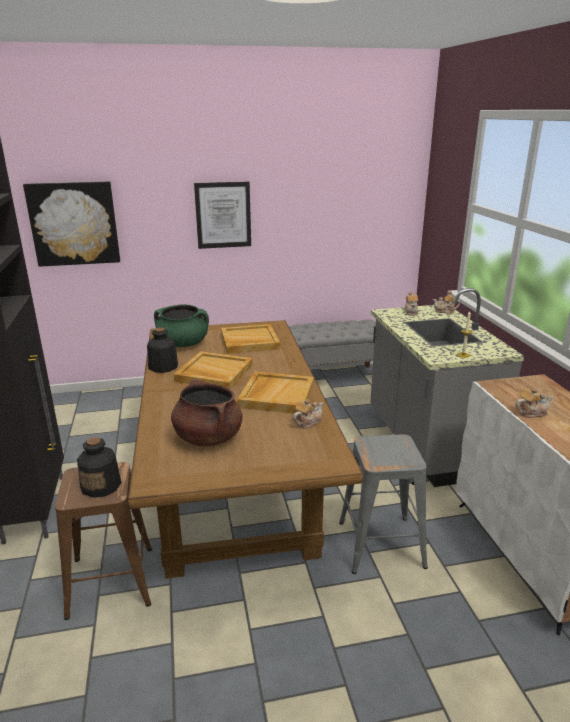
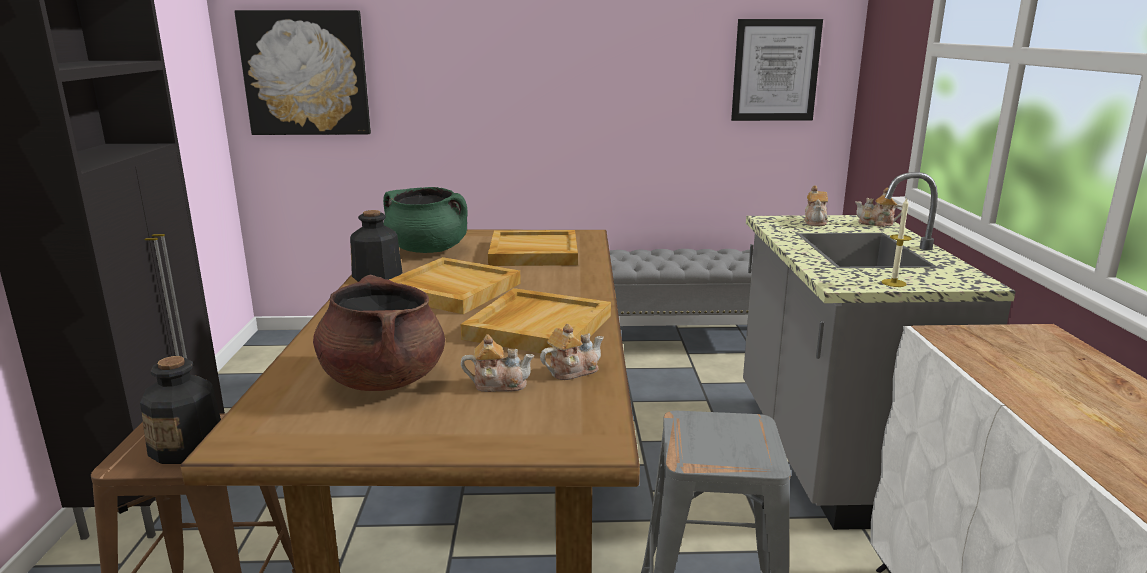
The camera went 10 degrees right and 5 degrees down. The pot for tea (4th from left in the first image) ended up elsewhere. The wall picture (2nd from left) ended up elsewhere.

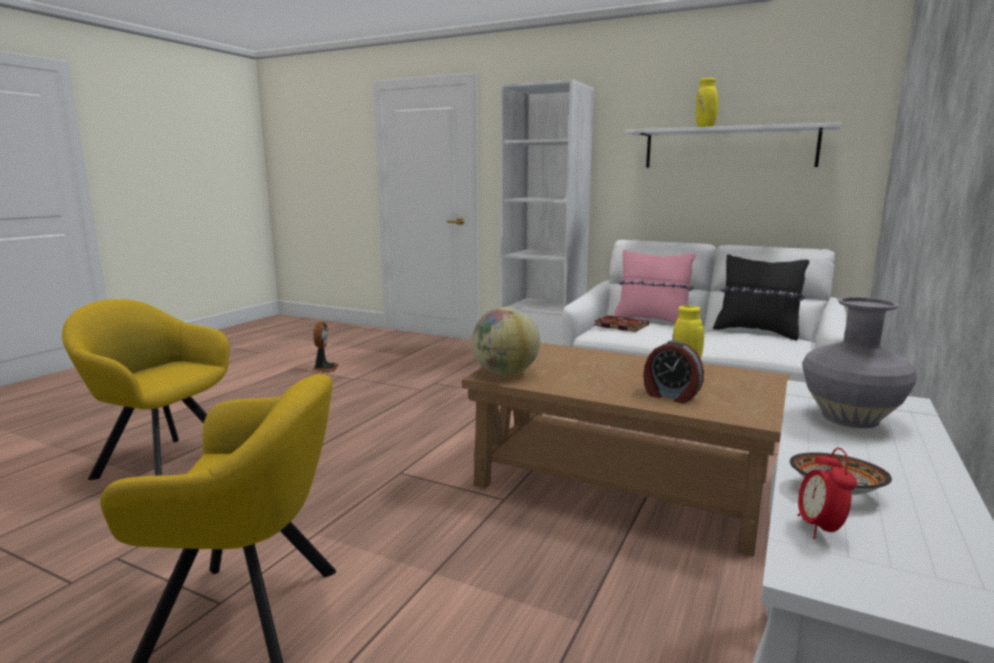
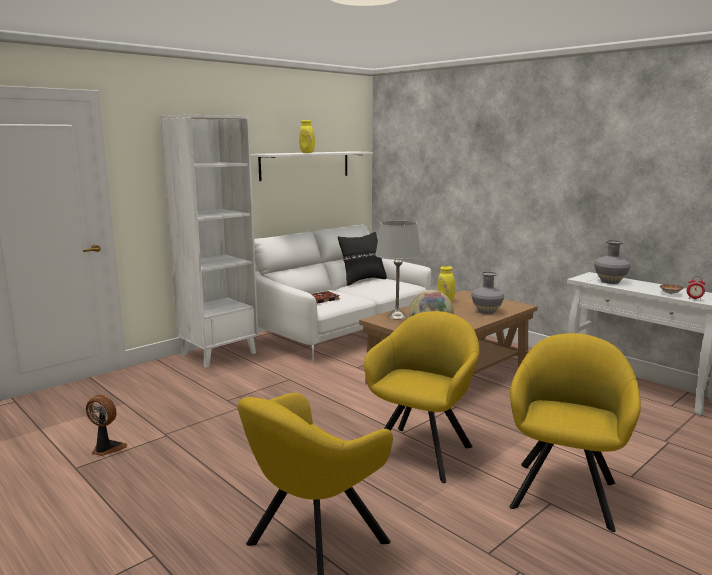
The camera went 70 degrees left and 0 degrees up. The second view gained the yellowish lounge chair (2nd from left). The second view gained the greyish lamp for a table. Where the table clock (1st from left) stood, the greyish vase (1st from left) came to stand. The second view lost the pink cushion.

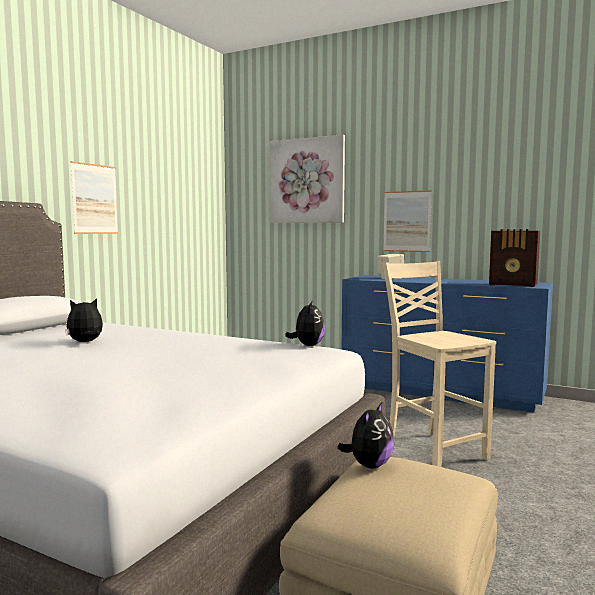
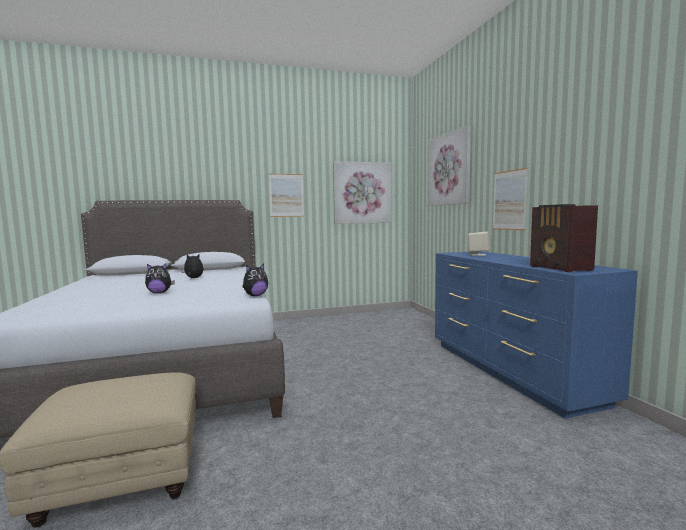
The camera went 45 degrees right and 0 degrees up. The cuddly toy (3rd from left in the first image) ended up elsewhere. The second view gained the wall picture (2nd from left). The second view lost the beige chair.

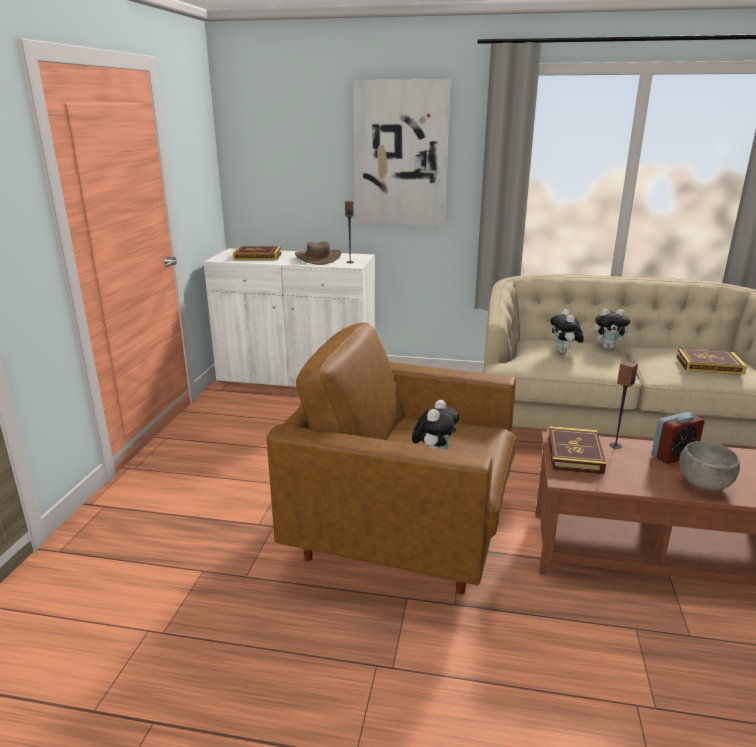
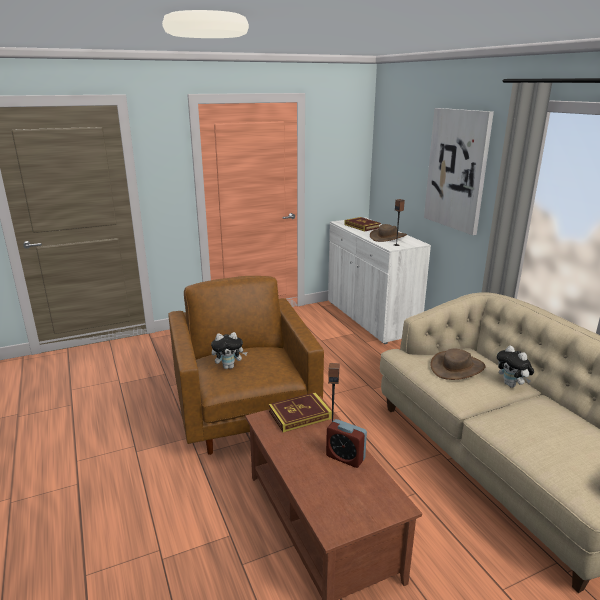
The camera went 55 degrees right and 0 degrees up. Where the cuddly toy (2nd from left) stood, the brown-coloured clothing hat (2nd from left) came to stand. The second view lost the book (3rd from left). The second view lost the greyish deep dish.

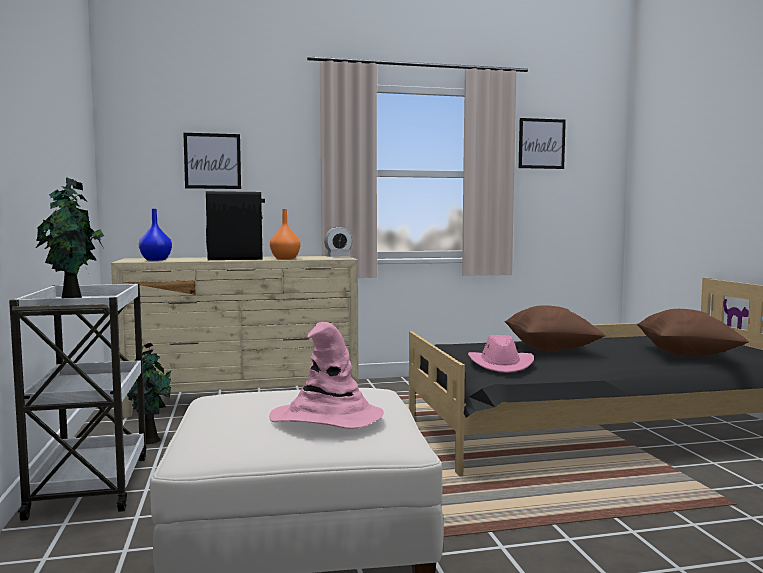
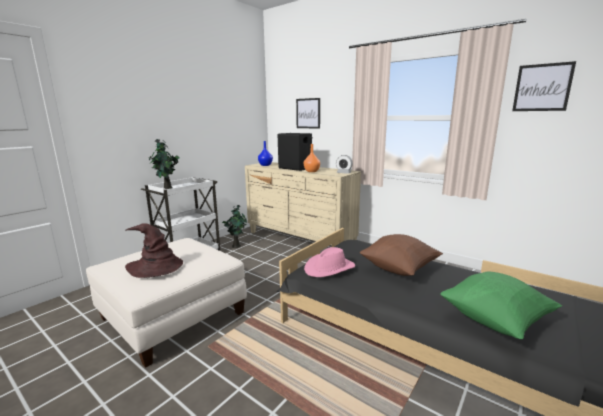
The camera went 50 degrees right and 10 degrees up. What was the pink clothing hat (1st from left) turned into the brown-coloured clothing hat. What was the brown-coloured cushion (2nd from left) turned into the green cushion.

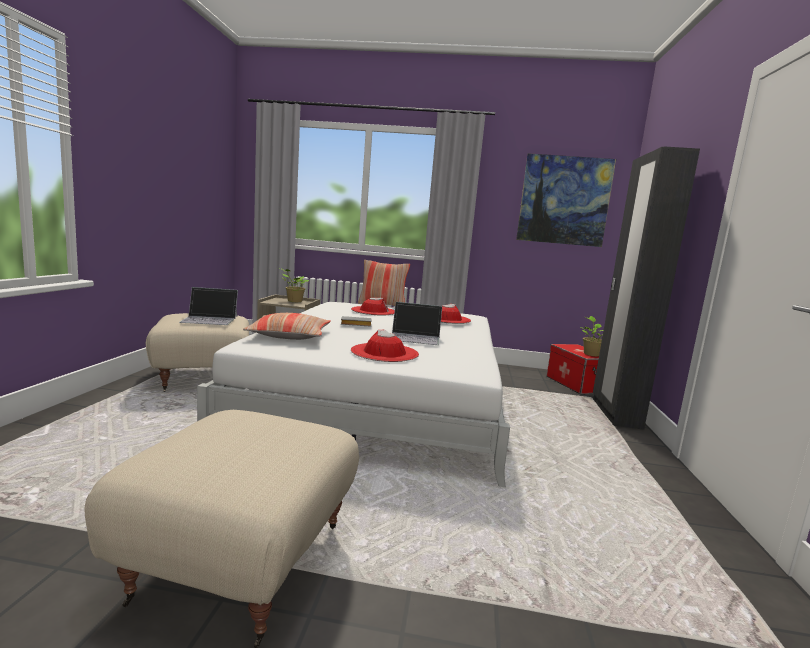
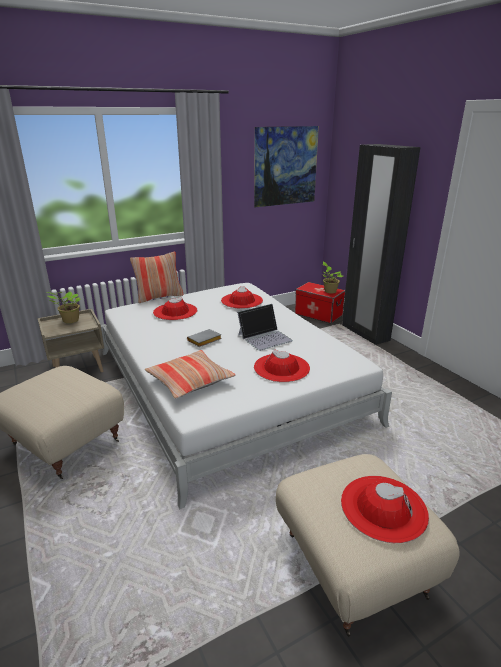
The camera went 35 degrees left and 15 degrees up. The second view gained the red clothing hat (4th from left). The second view lost the laptop (1st from left).

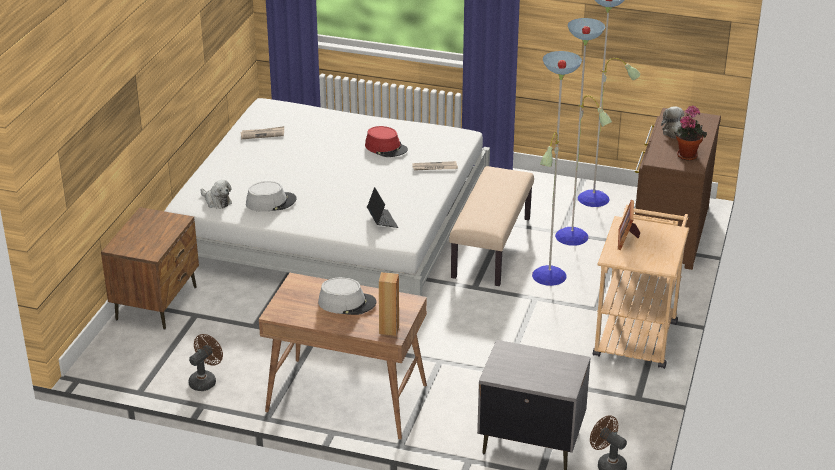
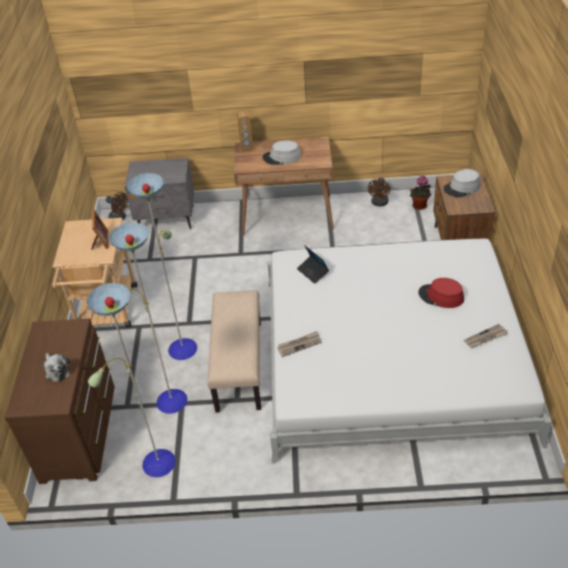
The camera went 165 degrees right and 10 degrees up. The houseplant ended up elsewhere. The red clothing hat ended up elsewhere. The greyish clothing hat (1st from left in the first image) ended up elsewhere. The second view lost the cuddly toy (1st from left).

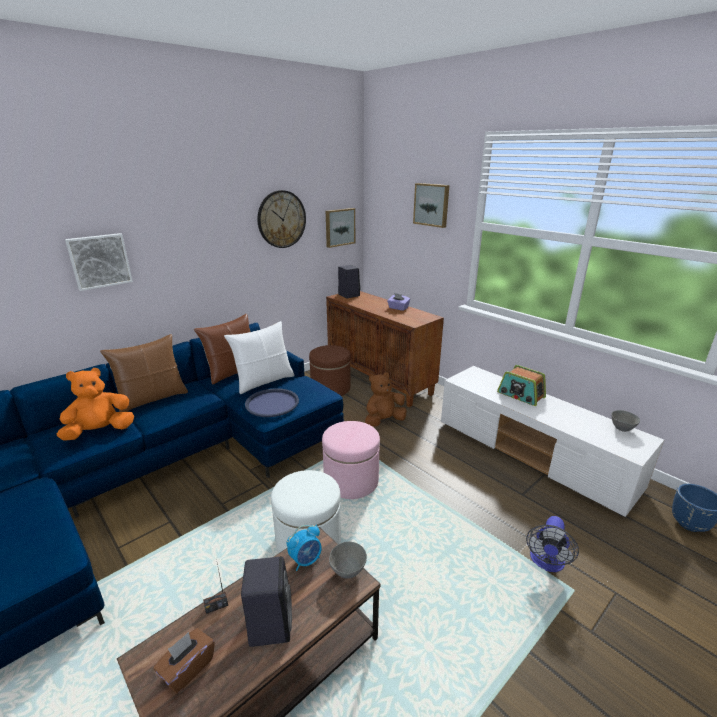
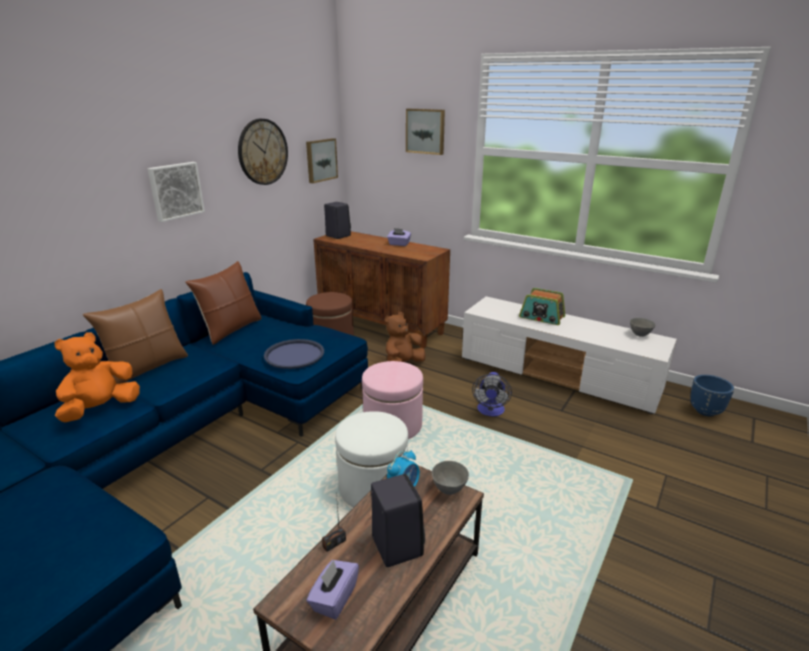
The camera went 15 degrees left and 0 degrees up. The wall picture (1st from left) ended up elsewhere. What was the brown-coloured box of tissues turned into the purple box of tissues (1st from left). The fan ended up elsewhere. The second view lost the white-coloured cushion.

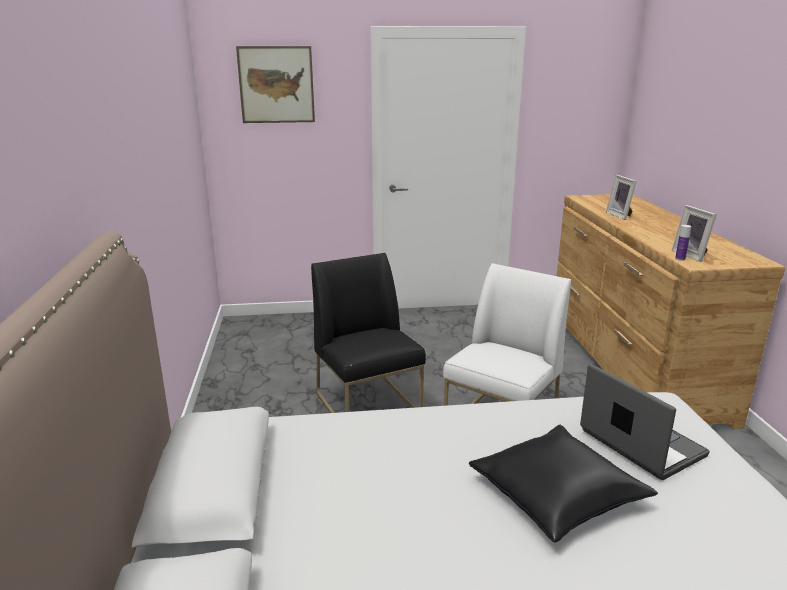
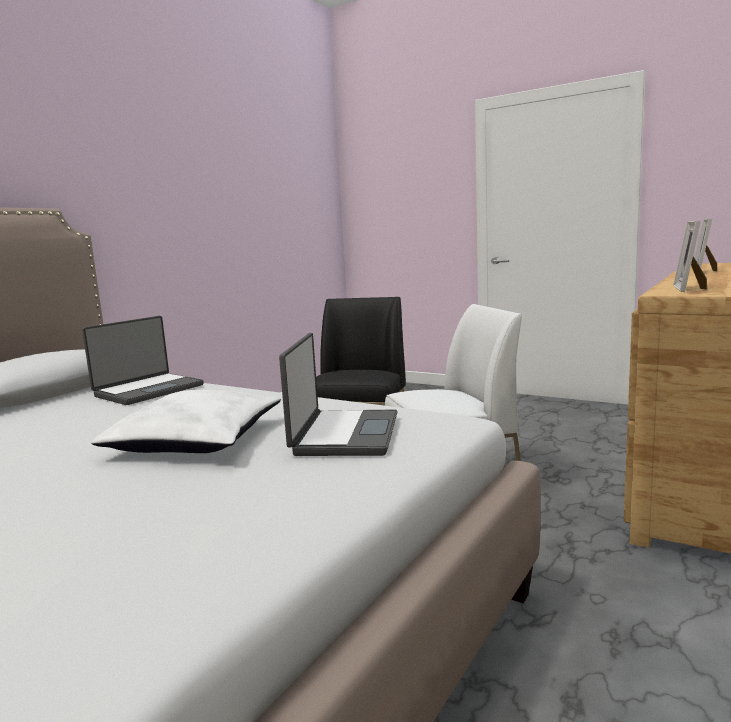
The camera went 40 degrees right and 10 degrees down. The second view gained the laptop (1st from left). What was the black-coloured cushion turned into the white-coloured cushion. The second view lost the wall picture. The second view lost the beverage bottle.

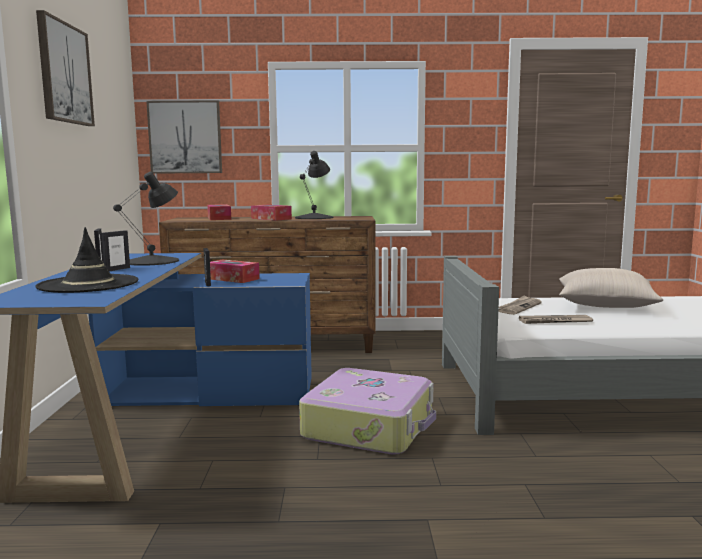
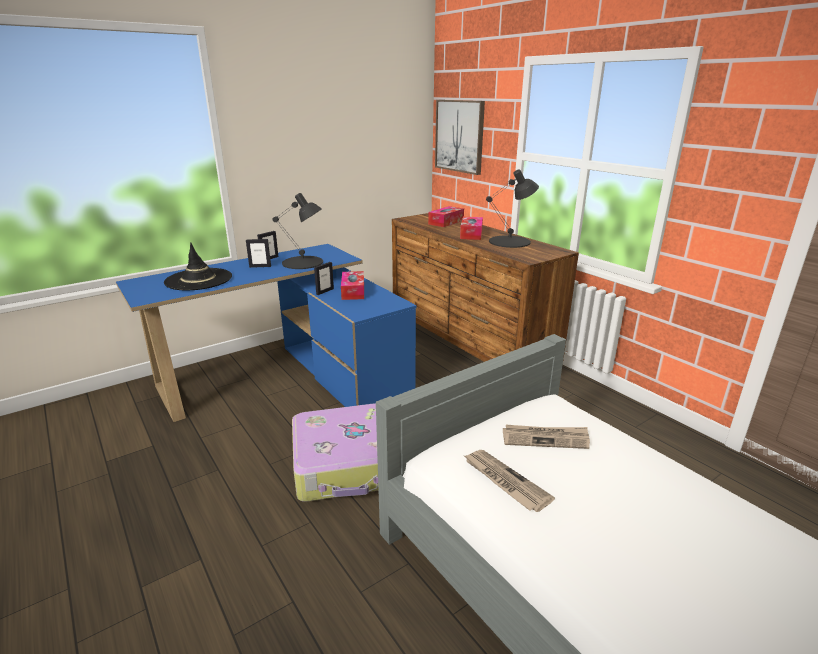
The camera went 55 degrees right and 15 degrees up. The second view lost the wall picture (1st from left). The second view lost the beige cushion.

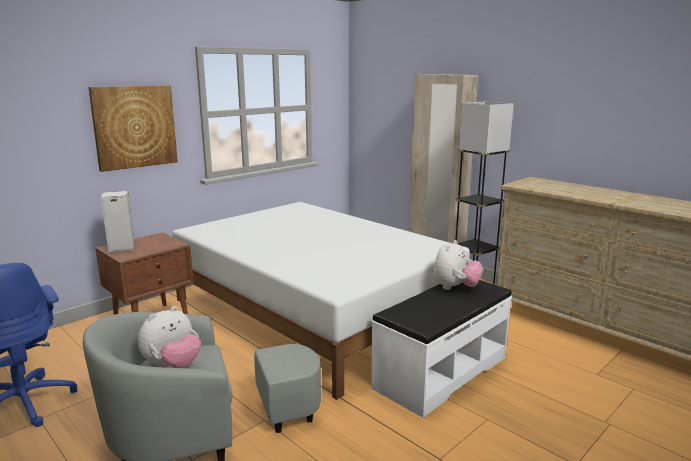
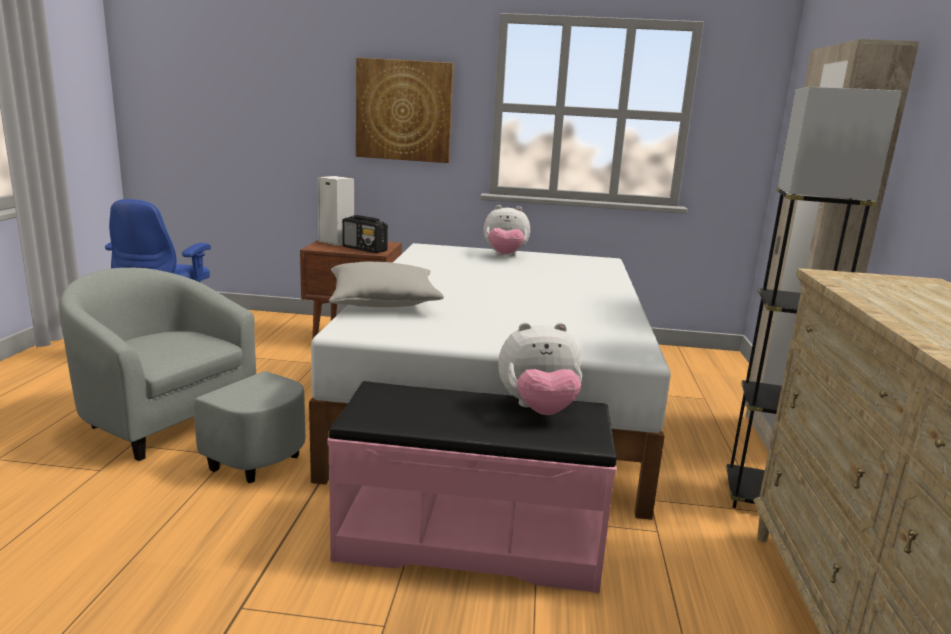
The camera went 50 degrees right and 0 degrees up. What was the white-coloured long seat turned into the pink long seat. The second view gained the greyish cushion. The second view gained the radio receiver. The cuddly toy (1st from left) ended up elsewhere.

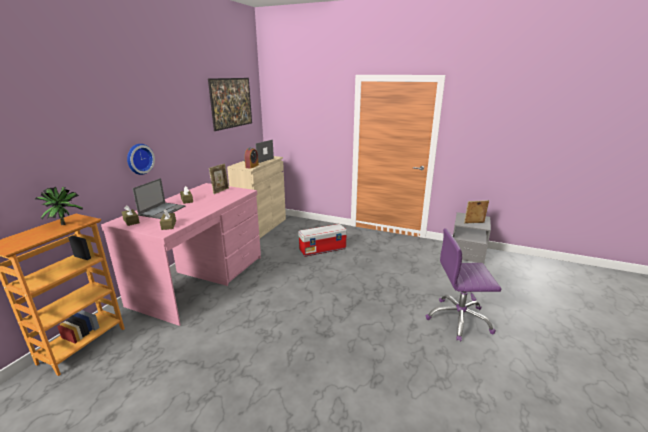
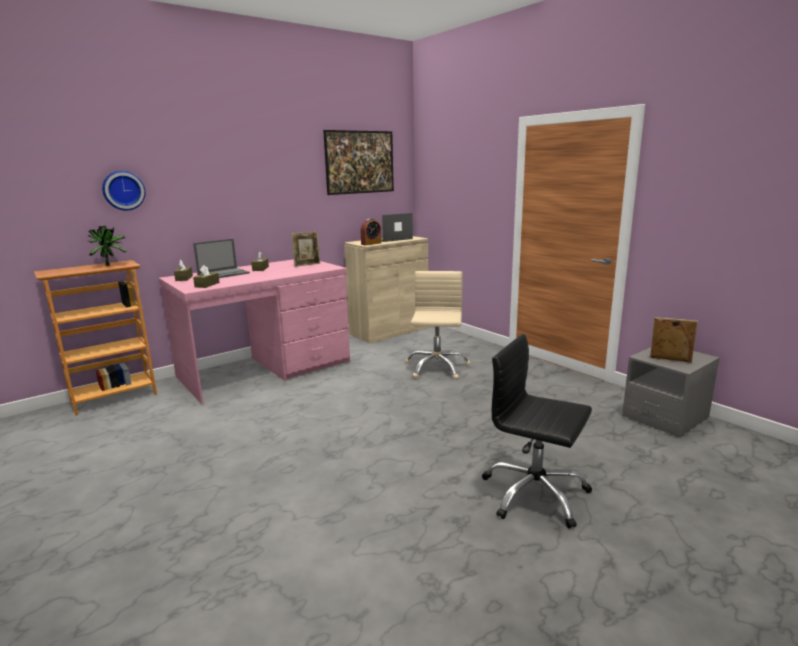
The camera went 30 degrees right and 5 degrees down. The wall clock ended up elsewhere. Where the storage bin stood, the beige computer chair came to stand. What was the purple computer chair turned into the black-coloured computer chair.

